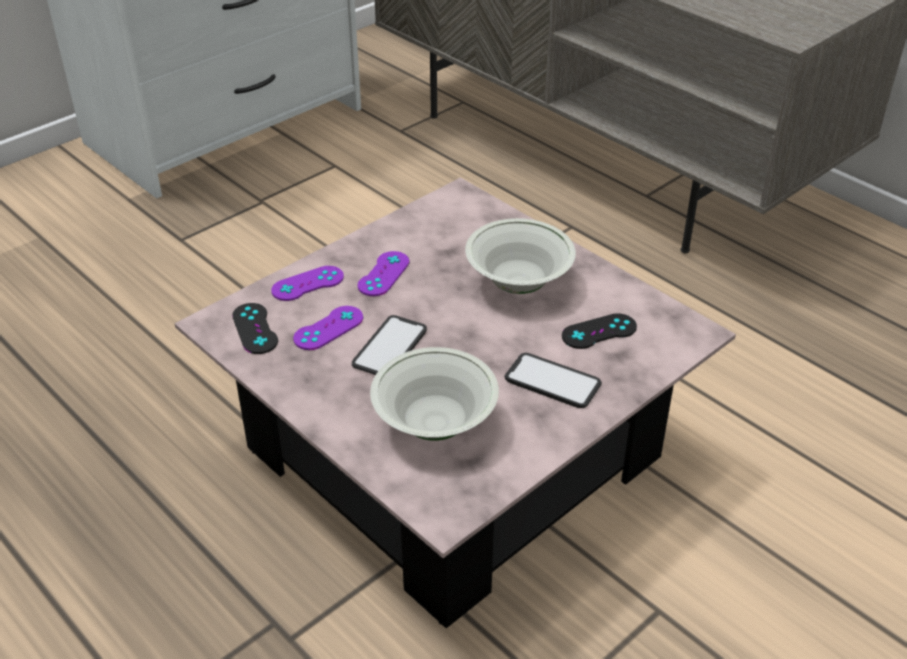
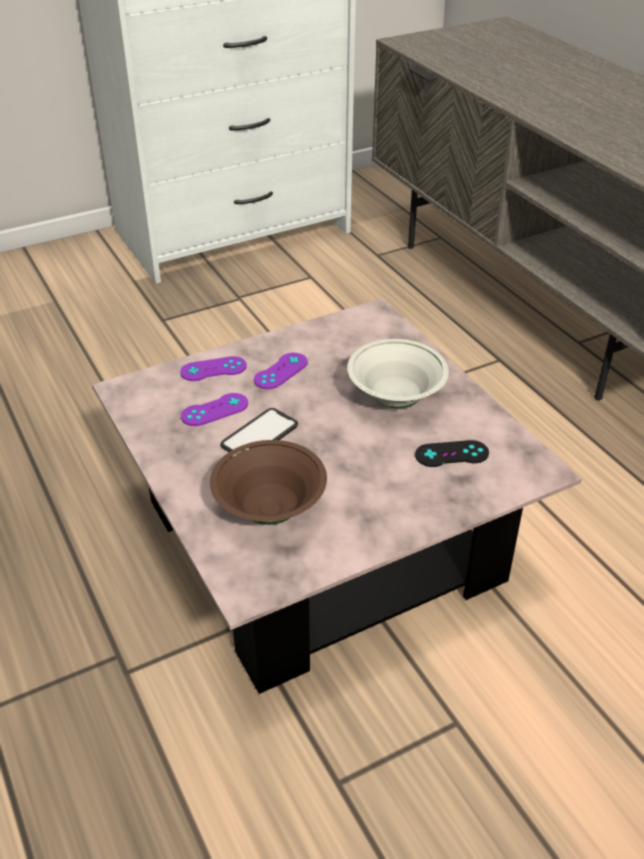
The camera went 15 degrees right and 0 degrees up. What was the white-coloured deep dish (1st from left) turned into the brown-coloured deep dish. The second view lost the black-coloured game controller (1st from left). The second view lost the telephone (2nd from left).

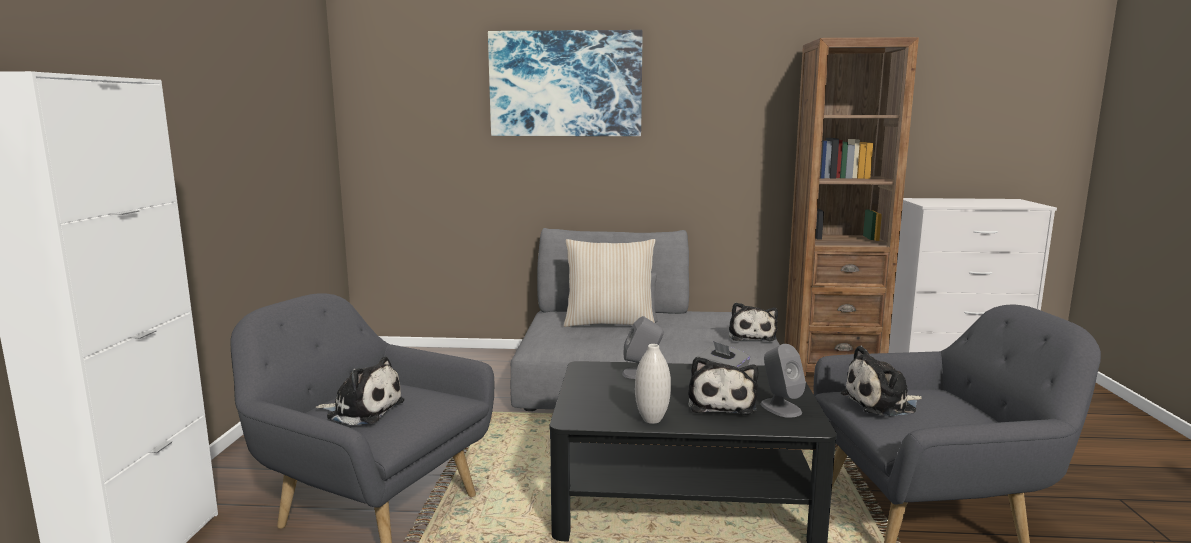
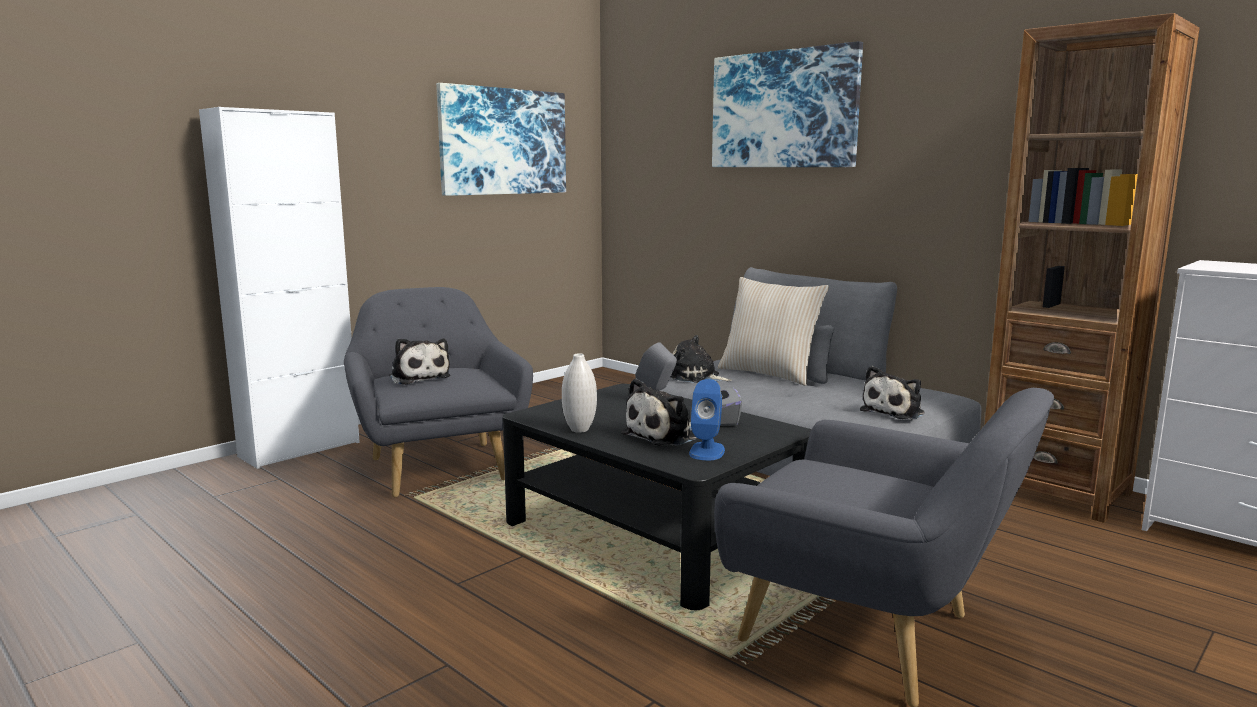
The camera went 40 degrees right and 0 degrees up. The second view gained the wall picture (1st from left). The cuddly toy (4th from left in the first image) ended up elsewhere. What was the greyish audio speaker (2nd from left) turned into the blue-coloured audio speaker.

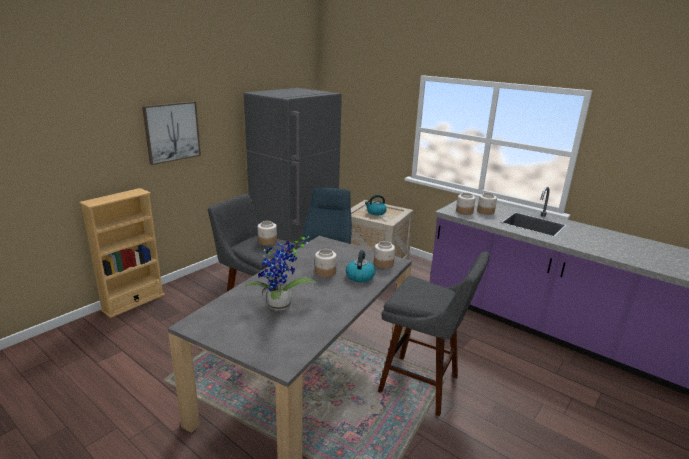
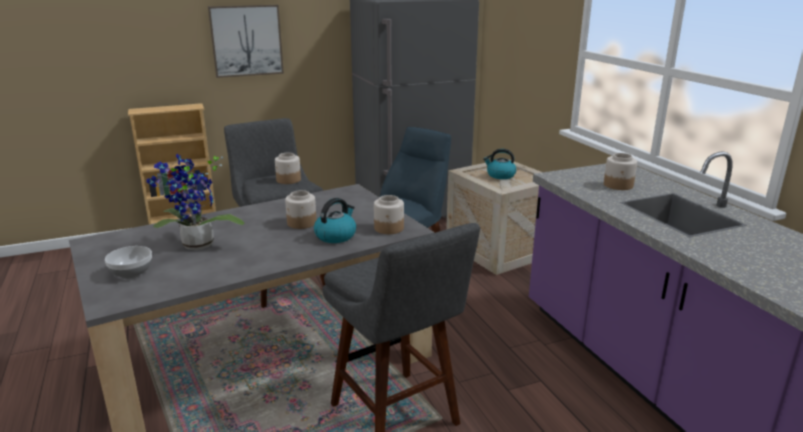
The camera went 30 degrees right and 0 degrees up. The second view gained the deep dish. The second view lost the preserve jar (4th from left).

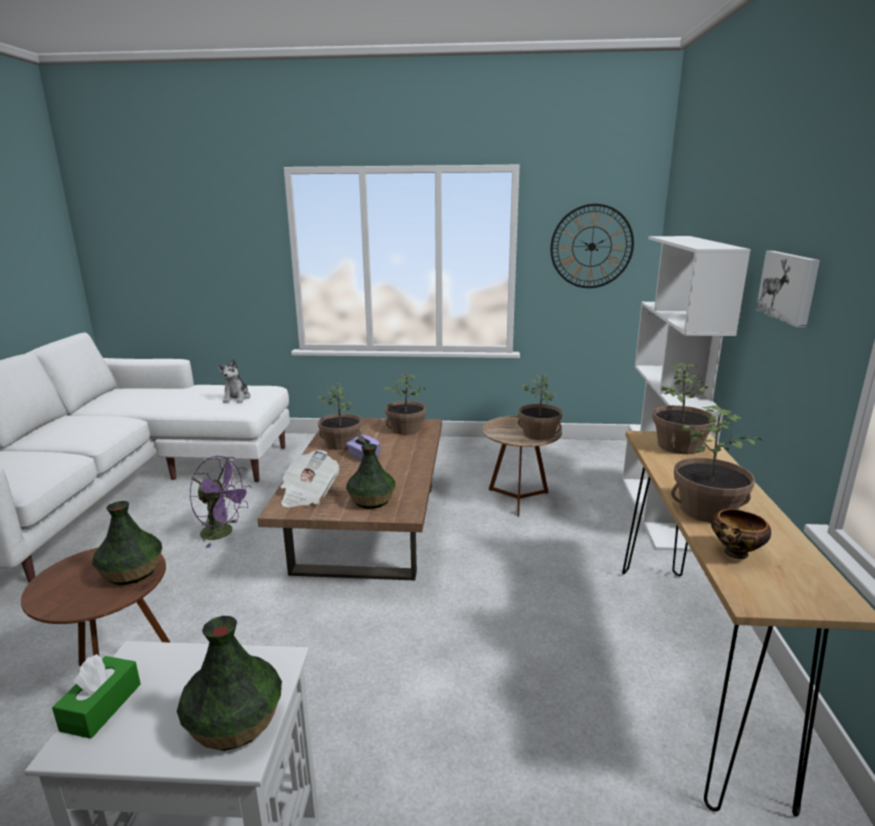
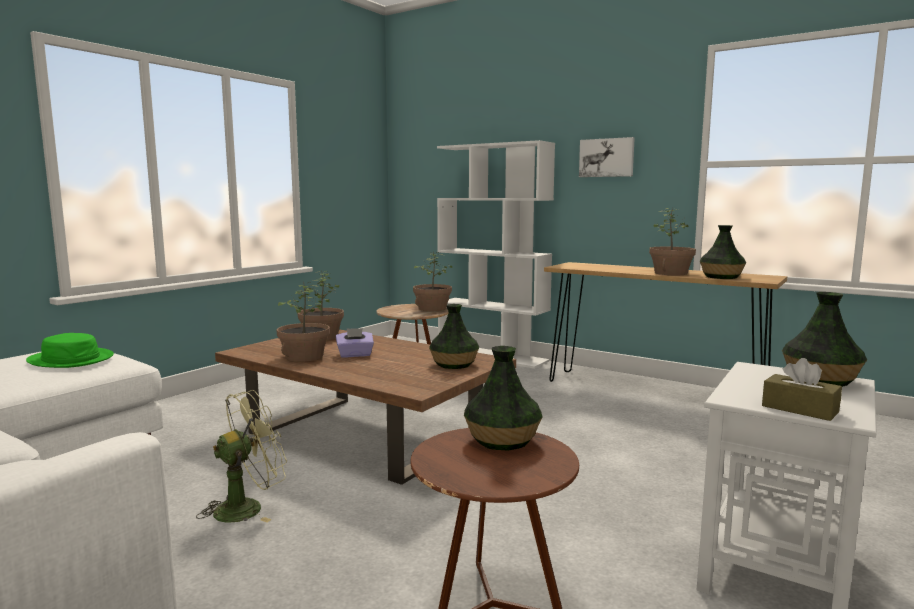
The camera went 60 degrees left and 10 degrees down. Where the cuddly toy stood, the green clothing hat came to stand. What was the purple fan turned into the green fan. Where the deep dish stood, the vase (3rd from left) came to stand. What was the green box of tissues turned into the brown-coloured box of tissues. The second view lost the daily paper. The second view lost the wall clock. The second view lost the houseplant (4th from left).

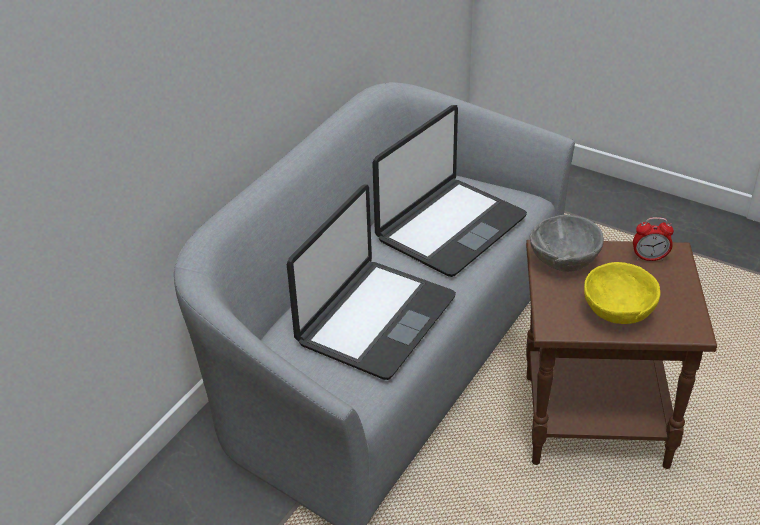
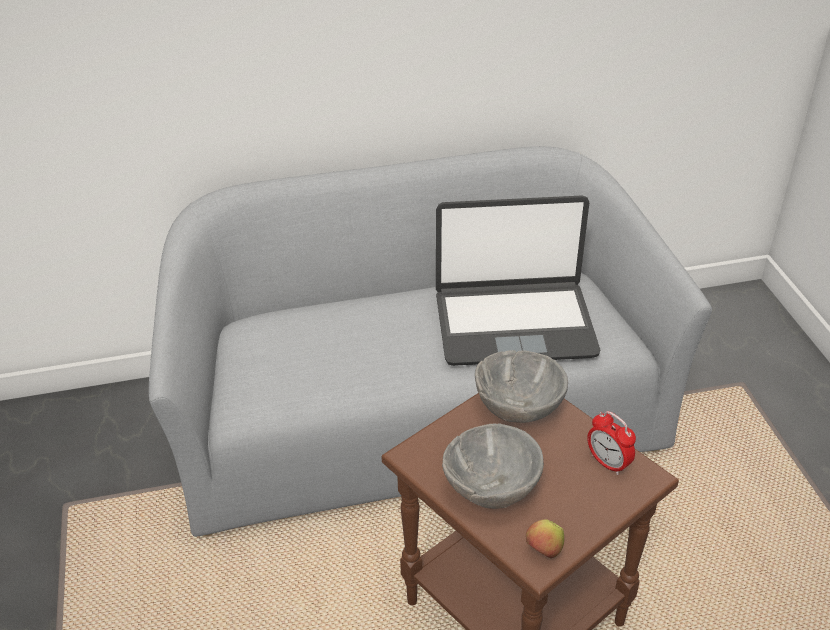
The camera went 45 degrees right and 0 degrees up. What was the yellowish deep dish turned into the greyish deep dish (1st from left). The second view gained the apple fruit. The second view lost the laptop (1st from left).

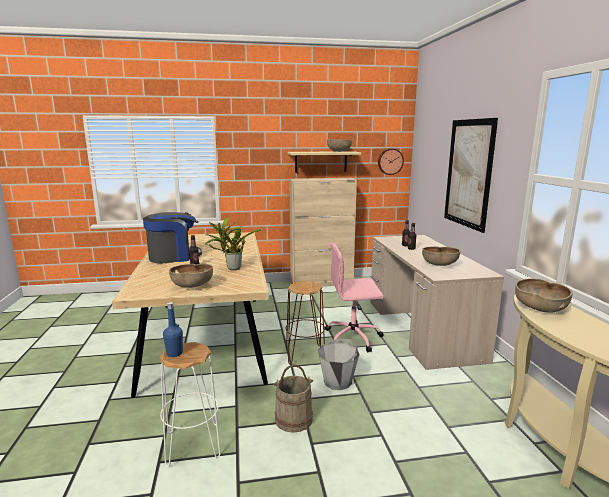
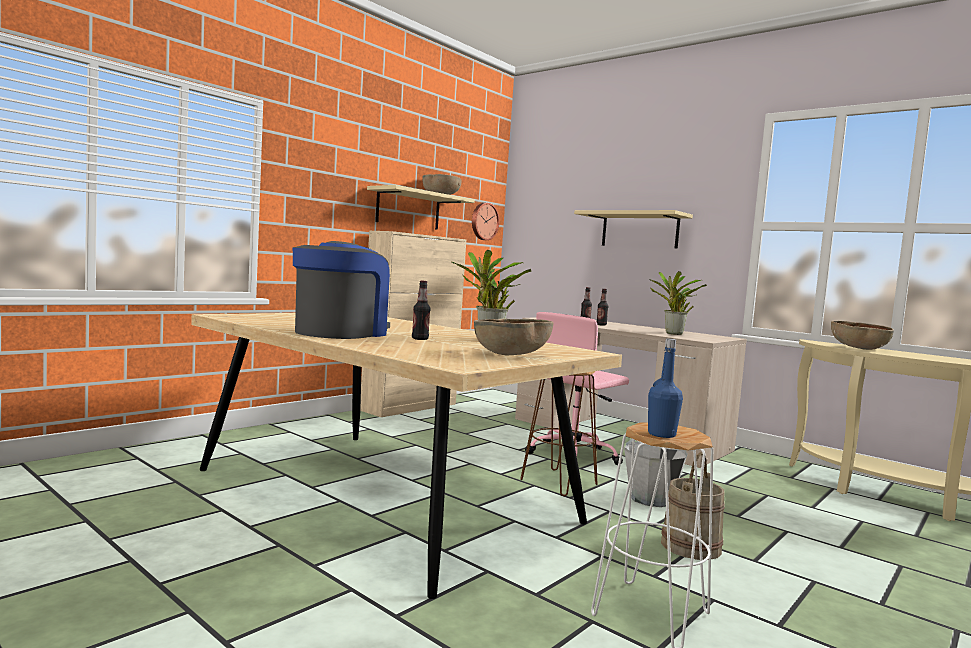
The camera went 40 degrees left and 10 degrees down. Where the wall picture hung, the beige shelf (2nd from left) came to hang. Where the brown-coloured deep dish (3rd from left) stood, the houseplant (2nd from left) came to stand.

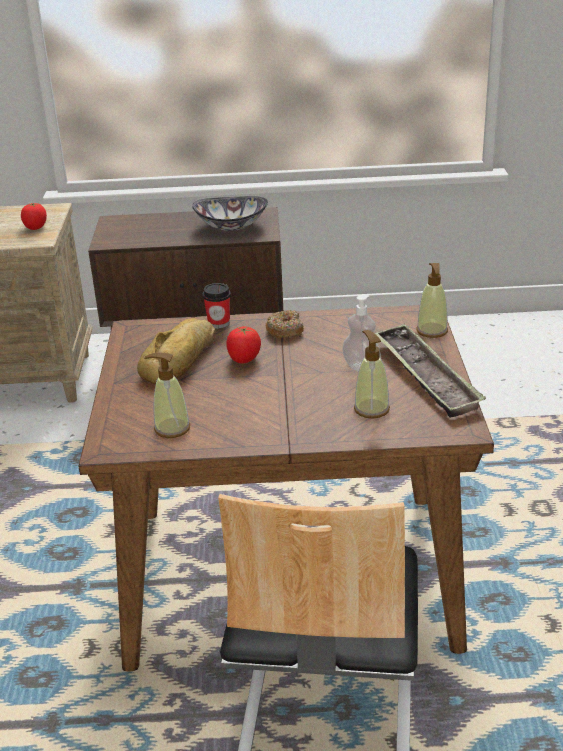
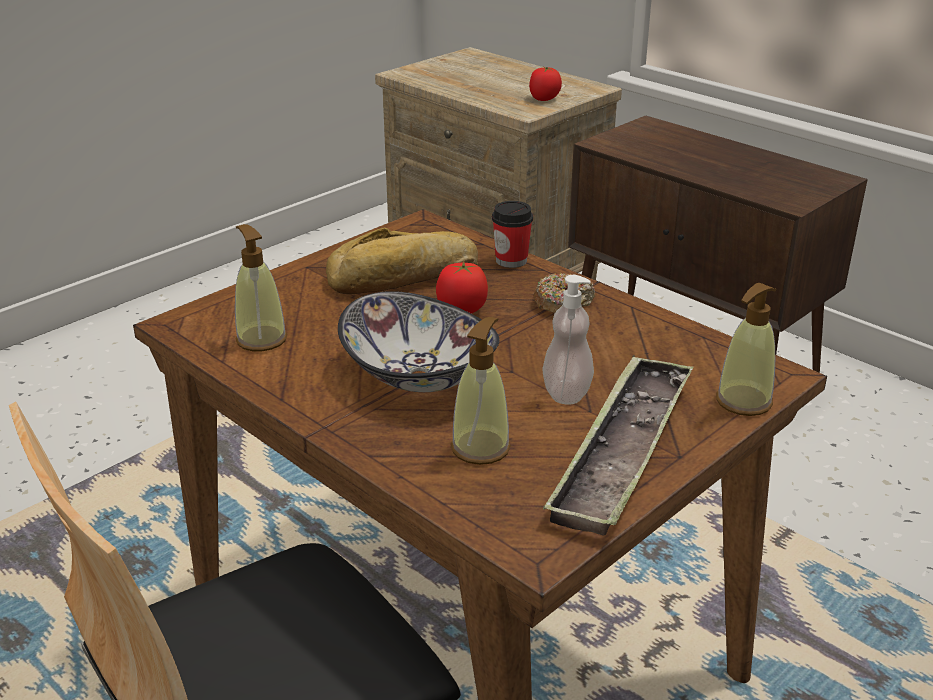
The camera went 45 degrees right and 0 degrees up. The deep dish ended up elsewhere.

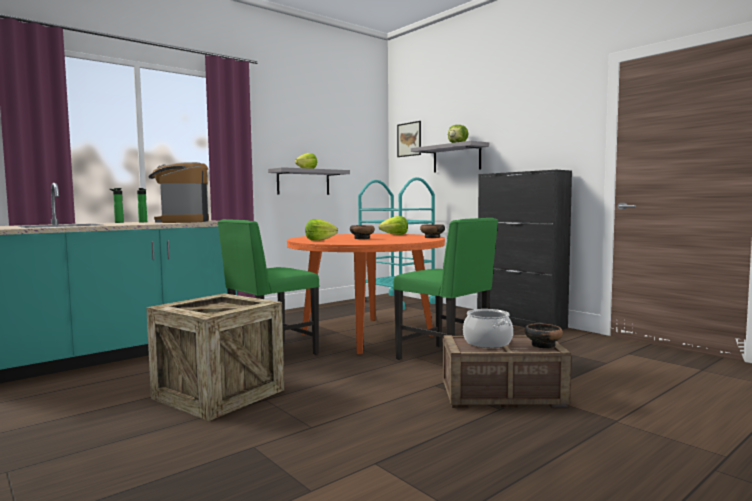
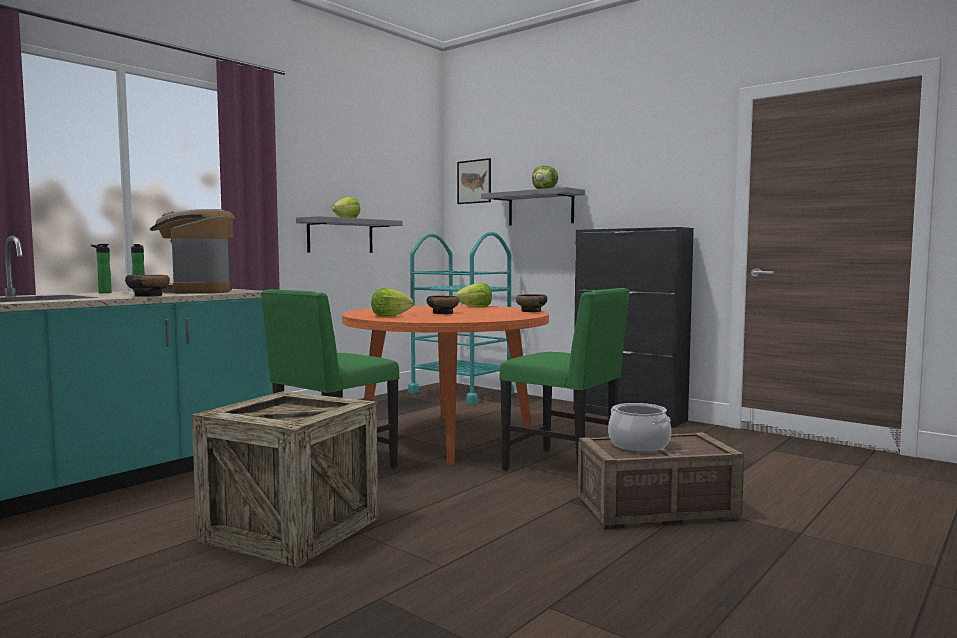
The camera went 10 degrees left and 0 degrees up. The deep dish (3rd from left in the first image) ended up elsewhere.

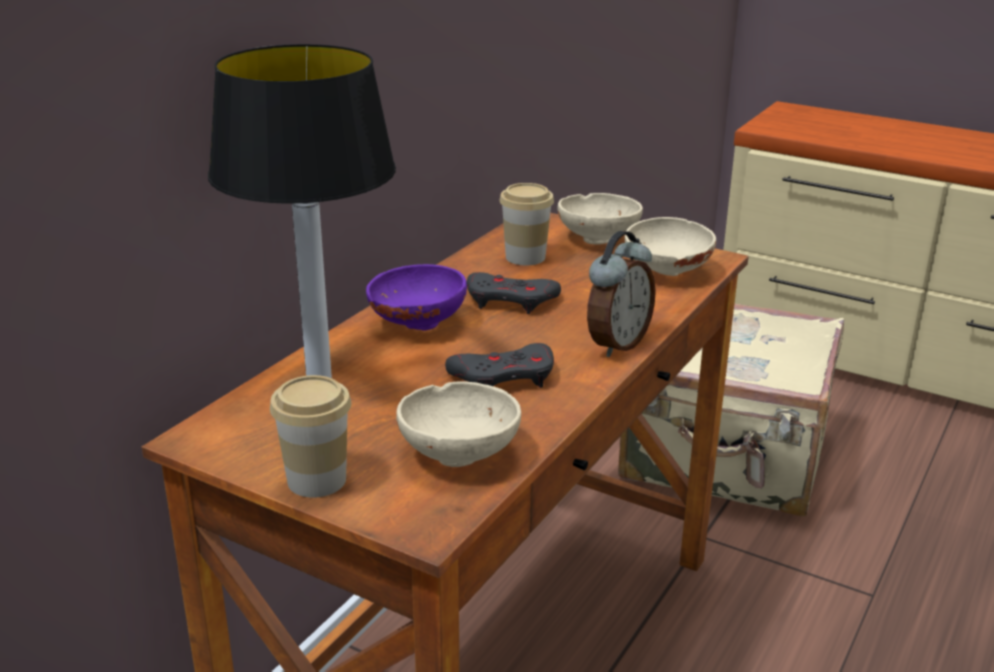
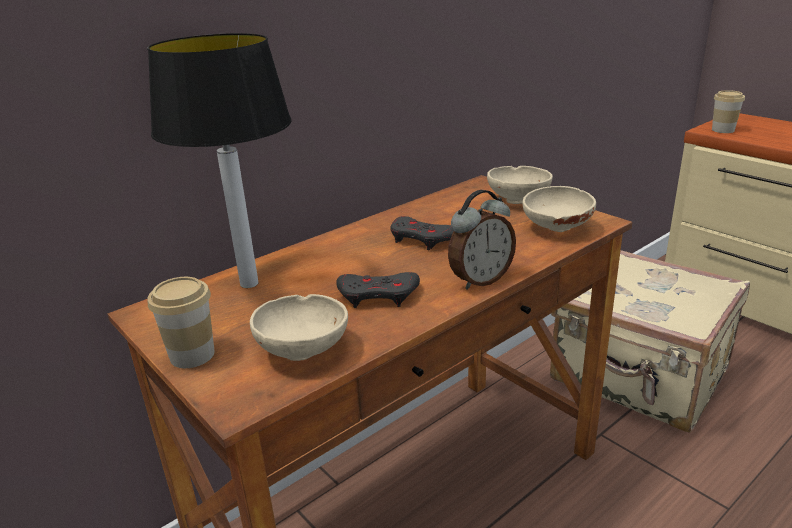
The camera went 20 degrees right and 0 degrees up. The cup (2nd from left) ended up elsewhere. The second view lost the purple deep dish.

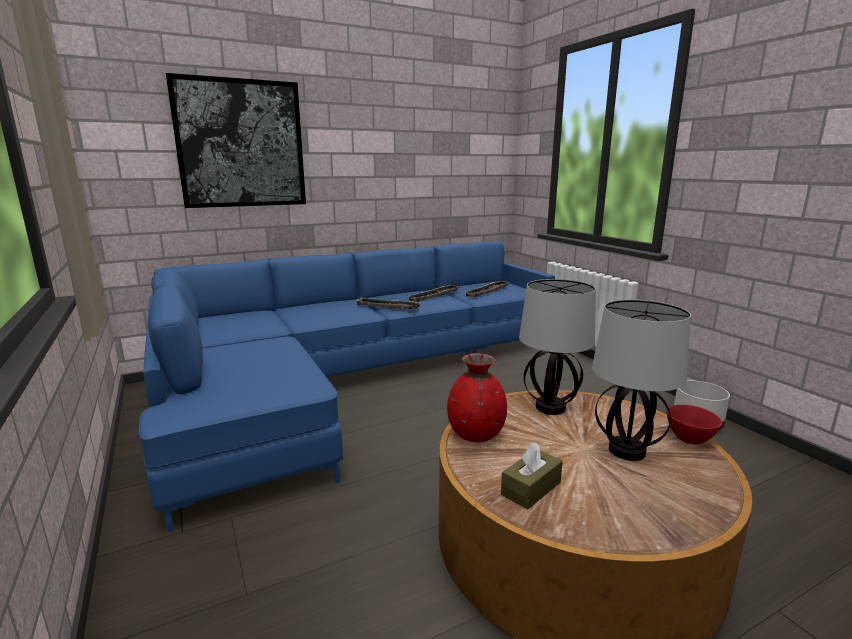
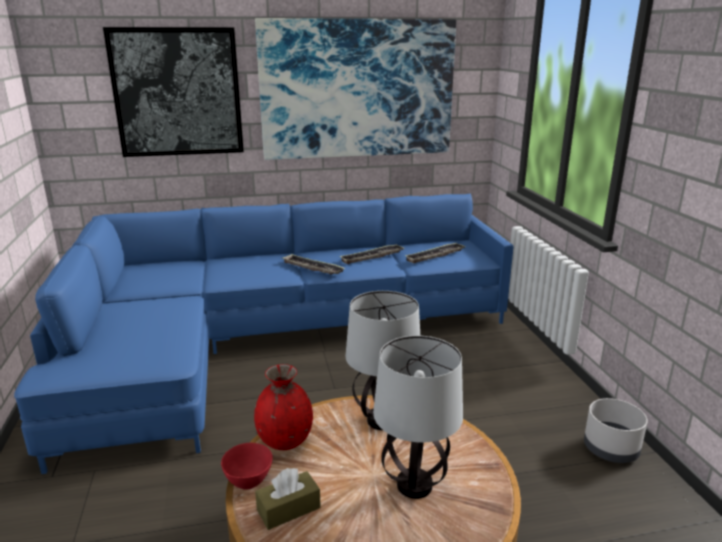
The camera went 15 degrees right and 5 degrees up. The red deep dish ended up elsewhere. The second view gained the wall picture (2nd from left).

